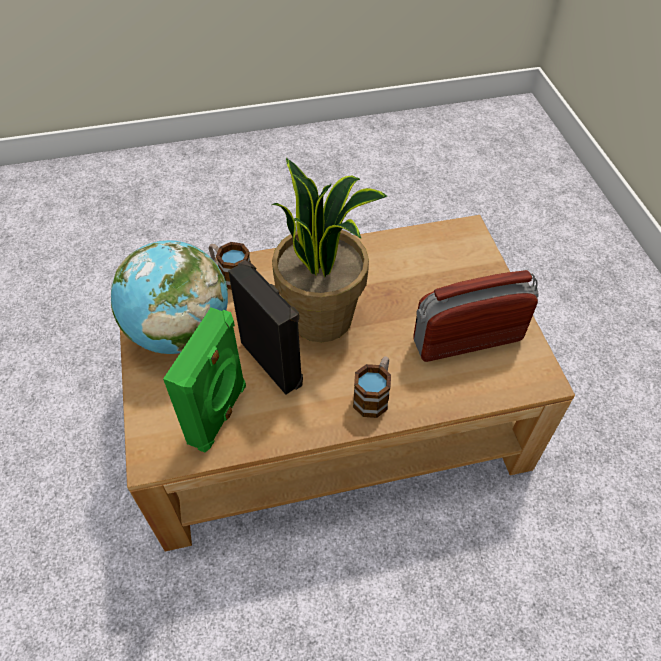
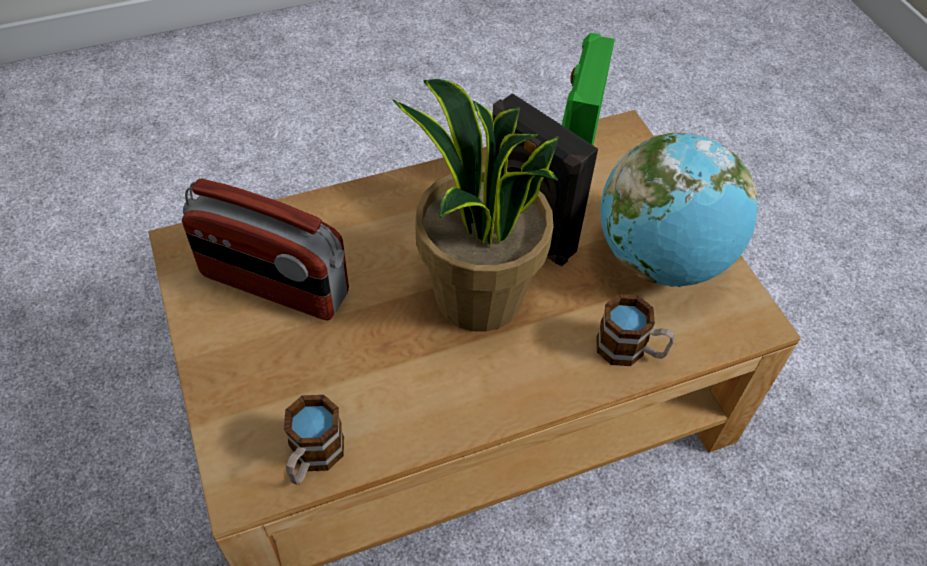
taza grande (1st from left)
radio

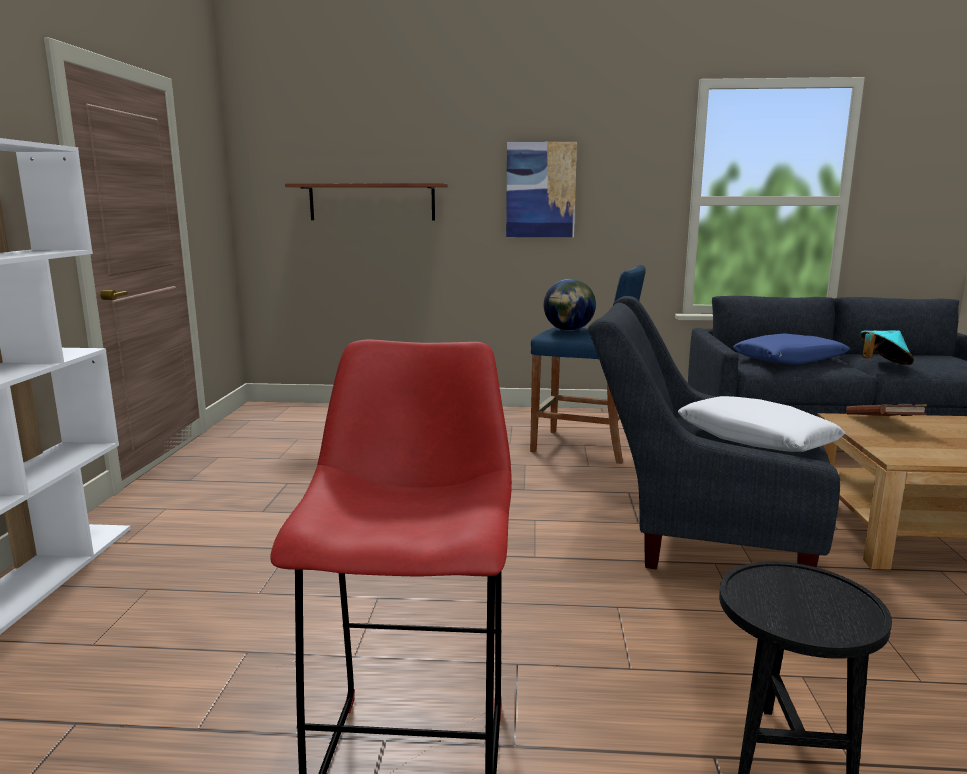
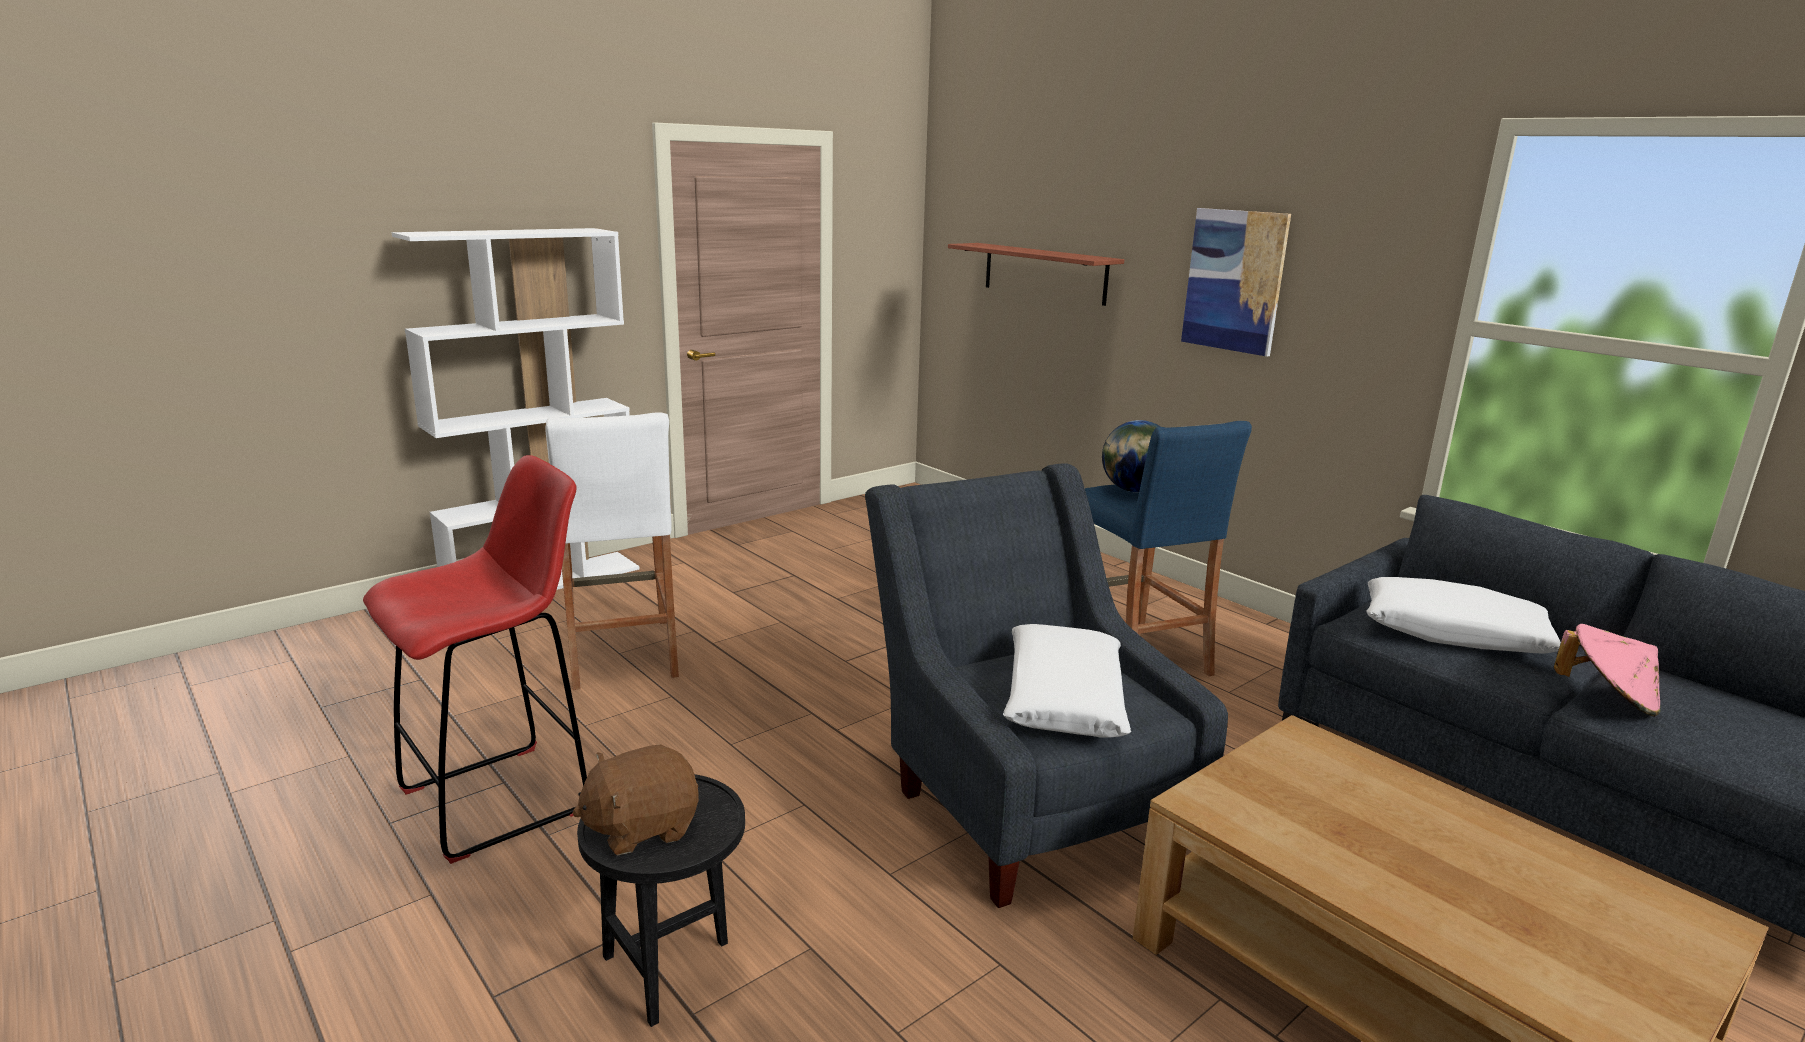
cojín/blanco (2nd from left)
libro/marrón
sombrero/rosa
taburete/blanco
peluche/marrón

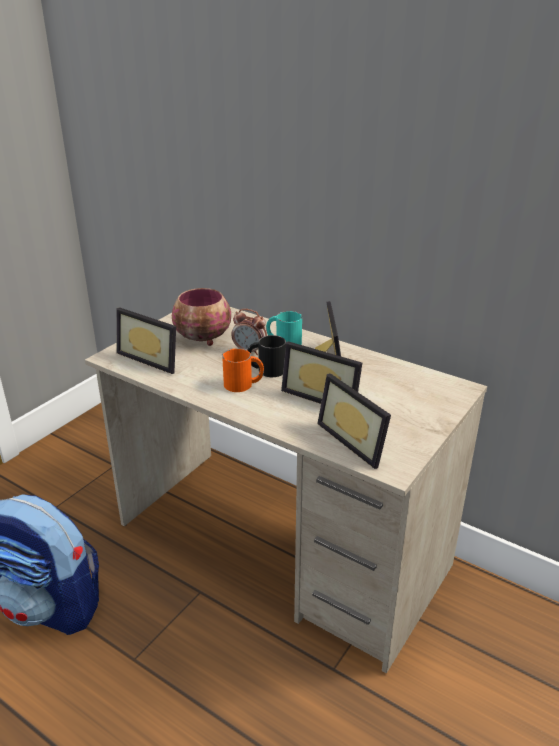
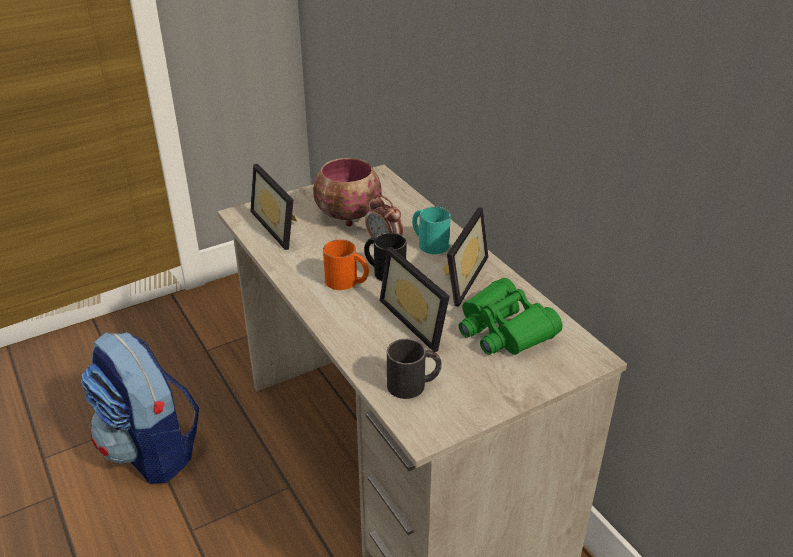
taza grande/negro (2nd from left)
prismáticos/verde

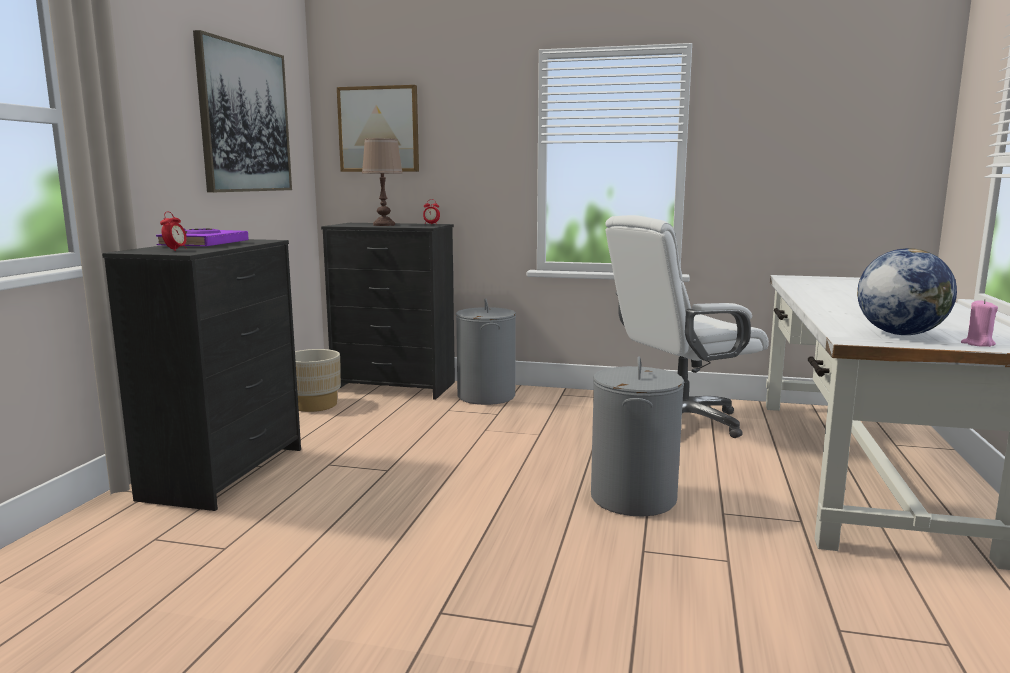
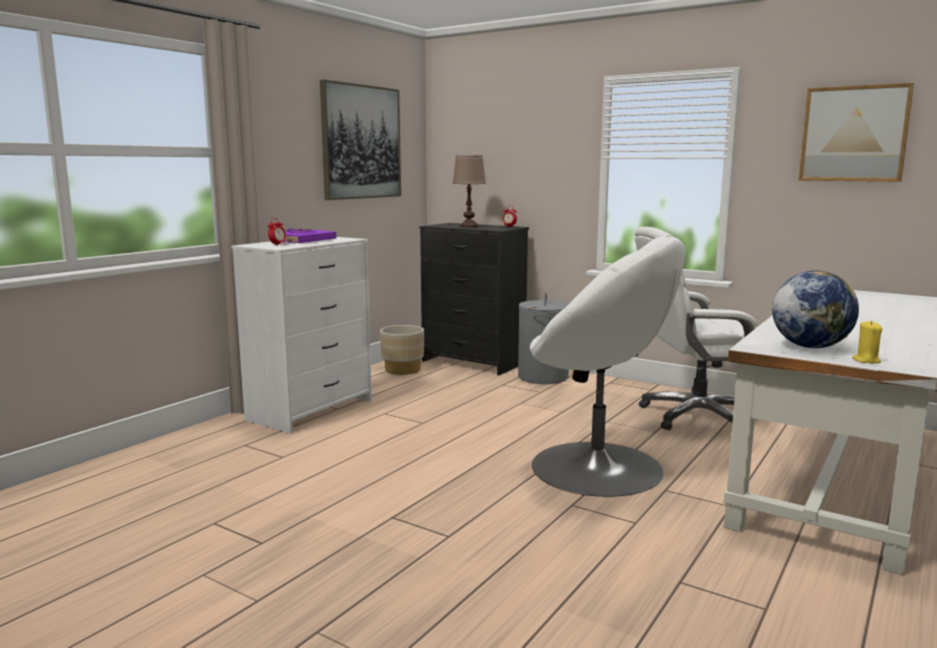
cómoda/blanco
cuadro (2nd from left)
sillón/blanco
vela/amarillo

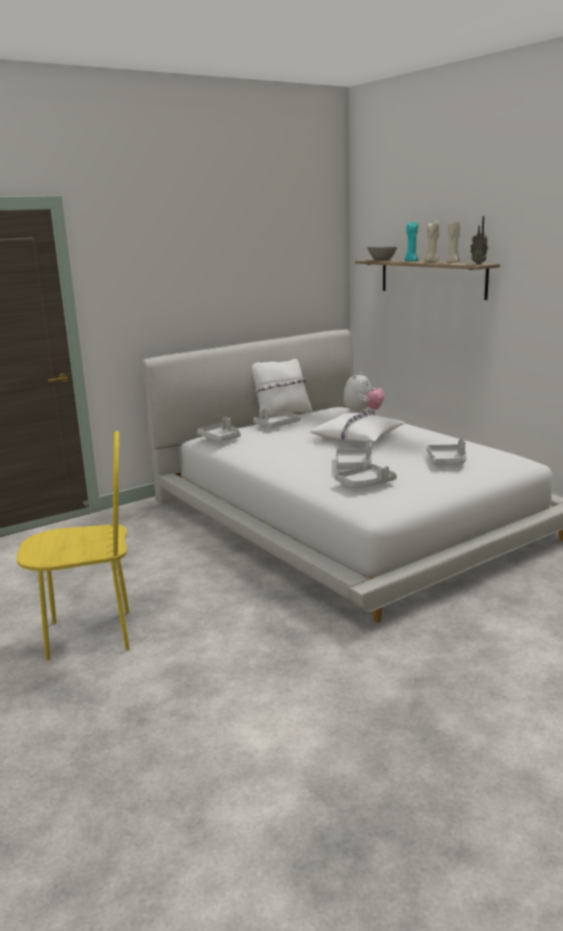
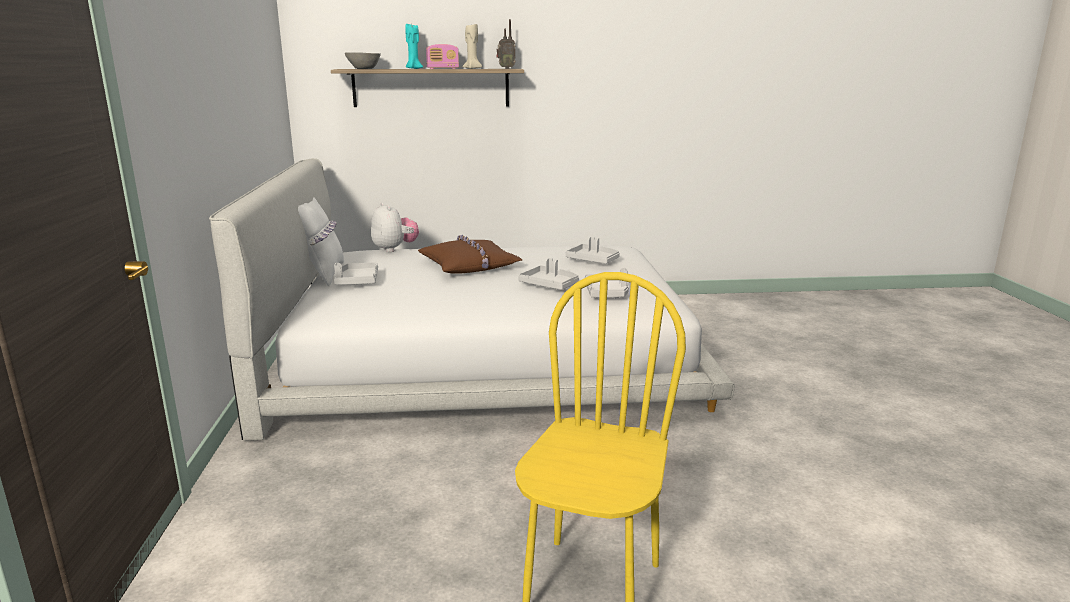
bandeja/gris (1st from left in the first image)
cojín/marrón
radio (1st from left)

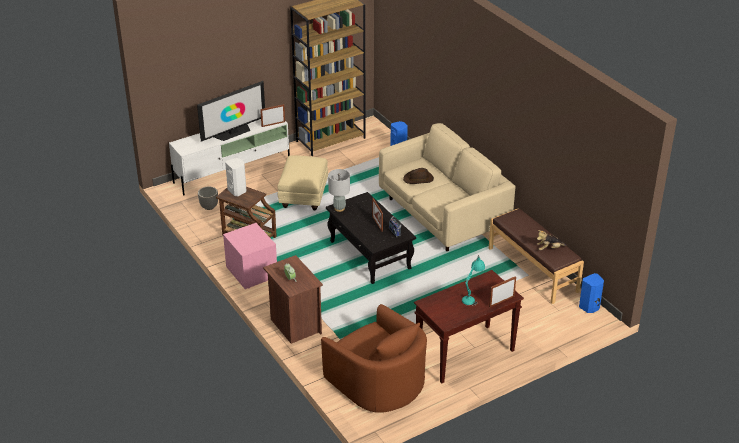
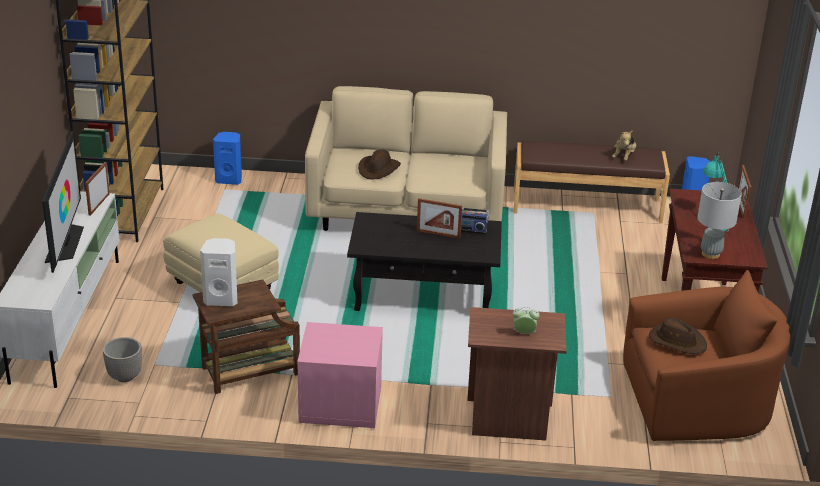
lámpara de mesa/gris
sombrero/marrón (2nd from left)

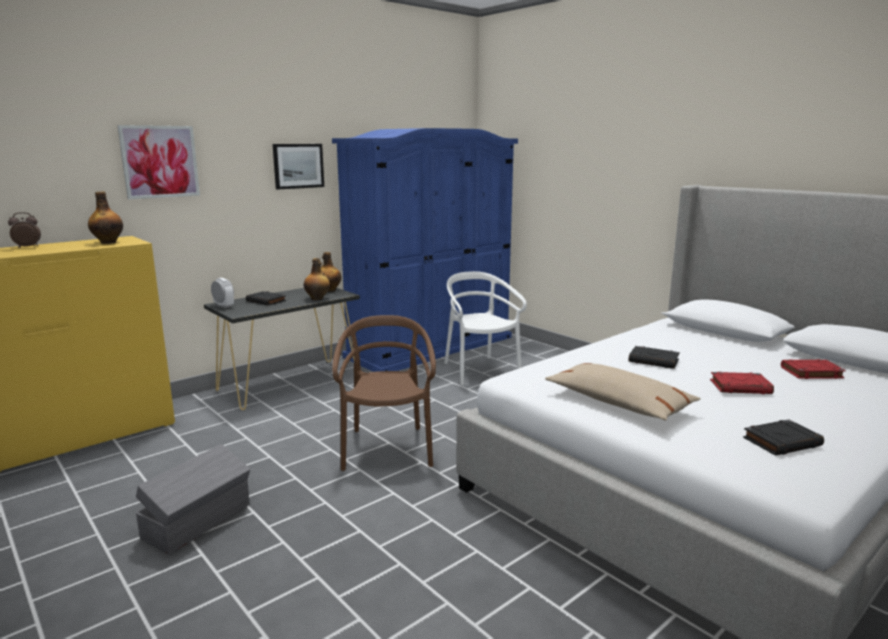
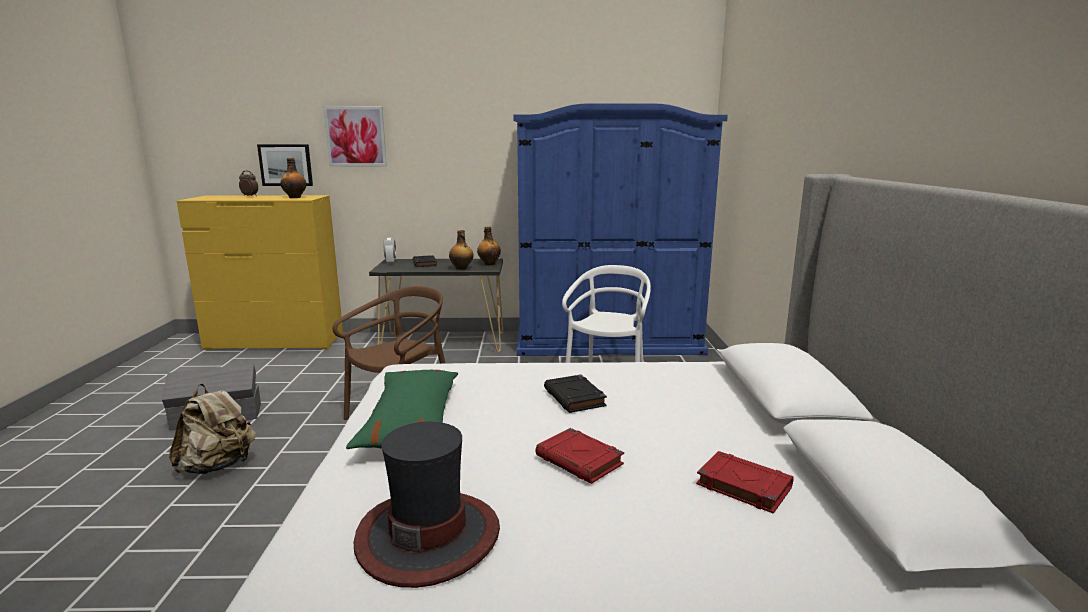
cuadro (1st from left)
cojín/verde
sombrero
mochila/beis

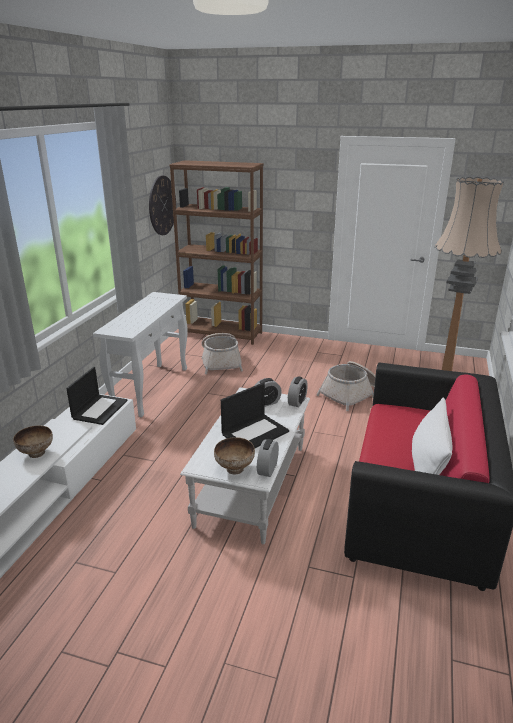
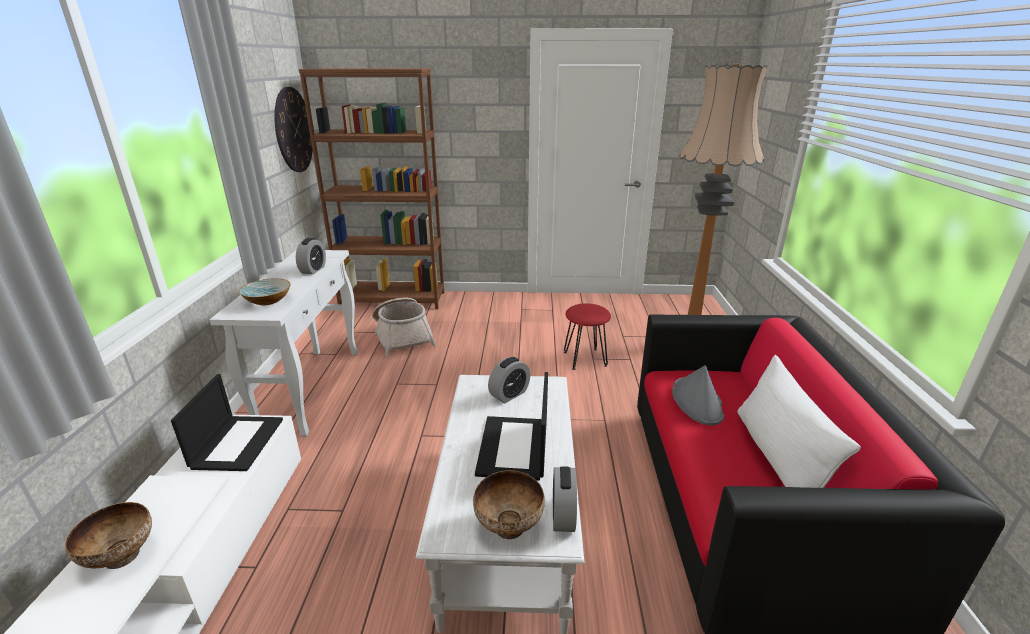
portátil (2nd from left)
despertador (1st from left)
taburete/rojo
cuenco (2nd from left)
sombrero/gris

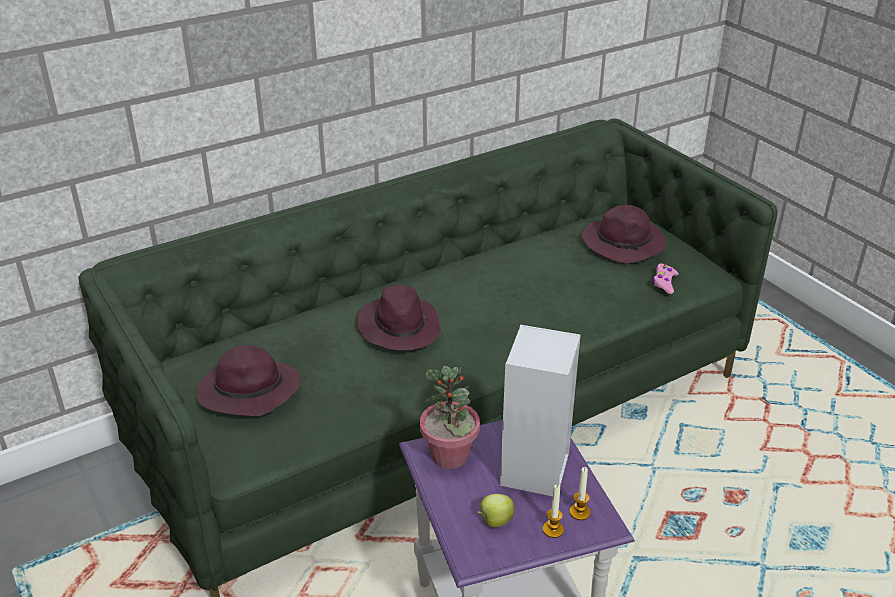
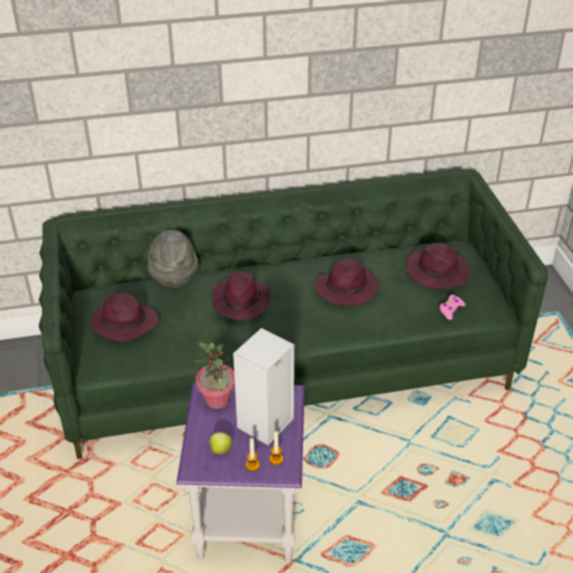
sombrero/gris
sombrero/morado (3rd from left)

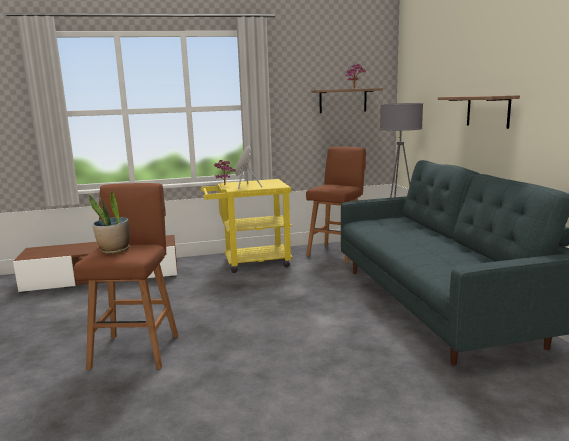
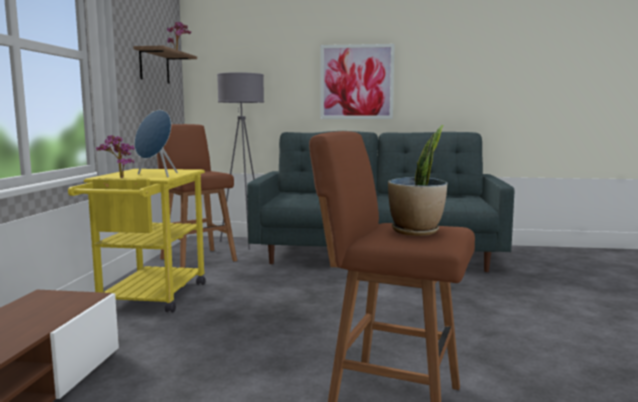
cuadro

